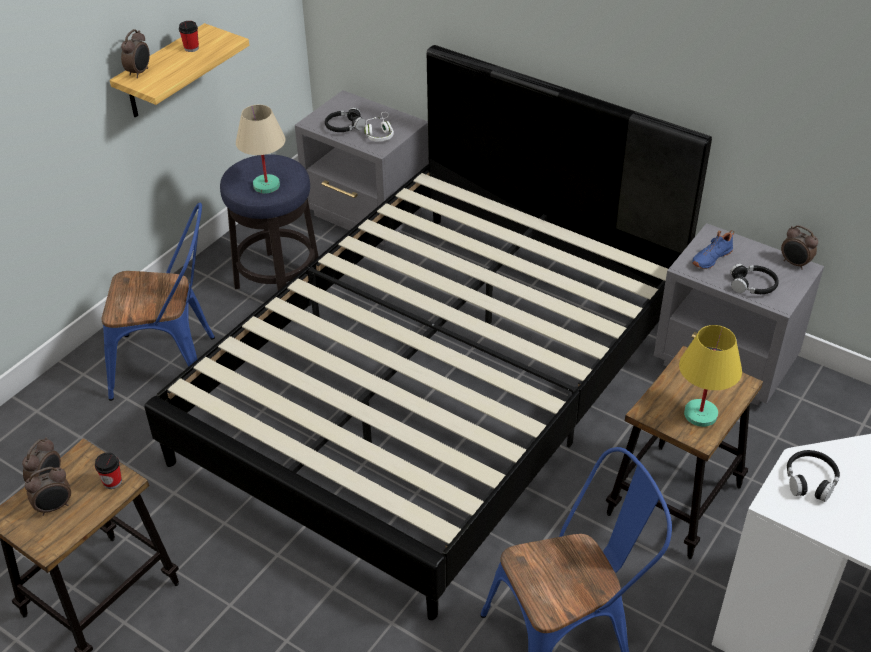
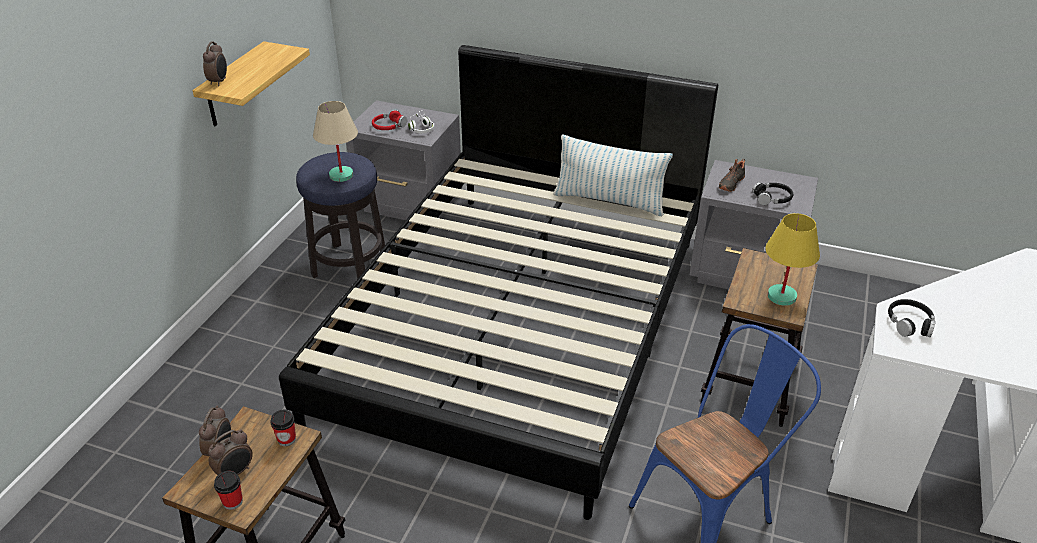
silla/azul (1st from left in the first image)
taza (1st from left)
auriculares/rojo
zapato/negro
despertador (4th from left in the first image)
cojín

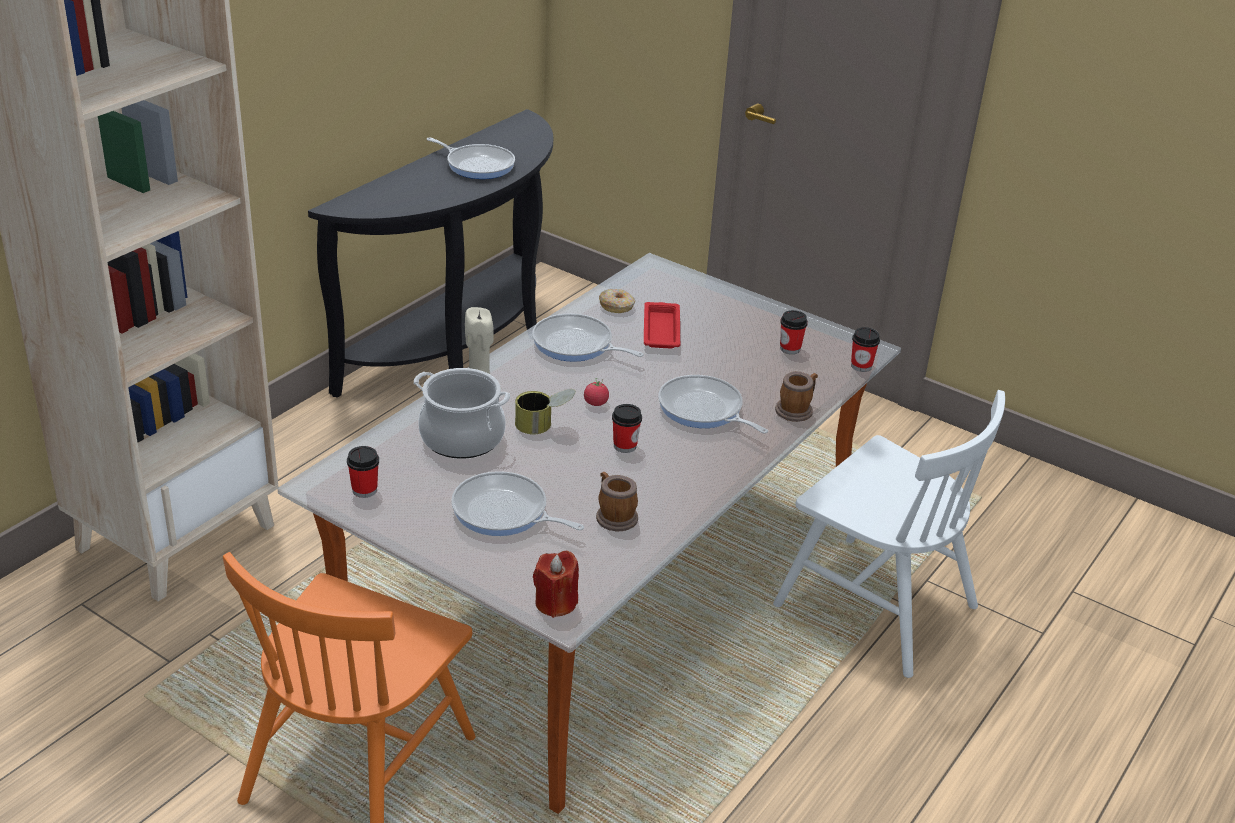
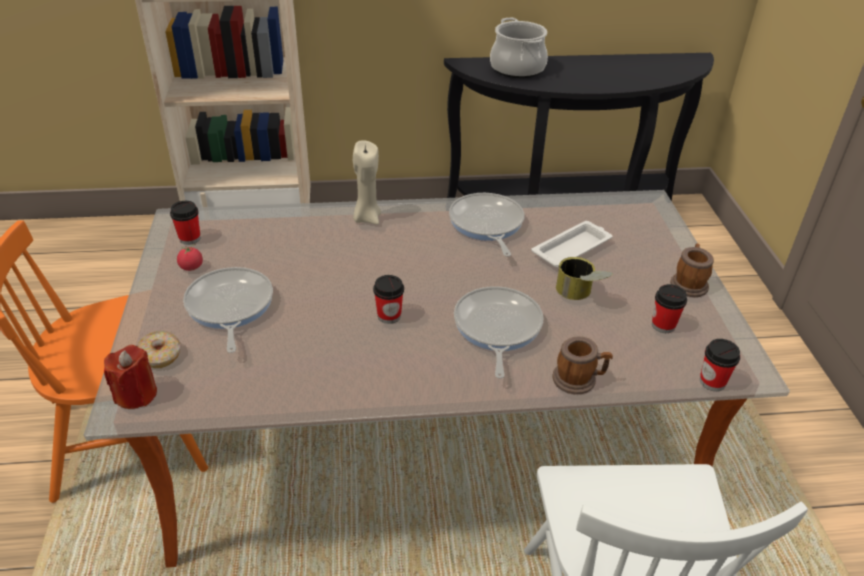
olla
sartén (1st from left in the first image)
lata
tomate
taza grande (2nd from left)
rosquilla
bandeja/blanco

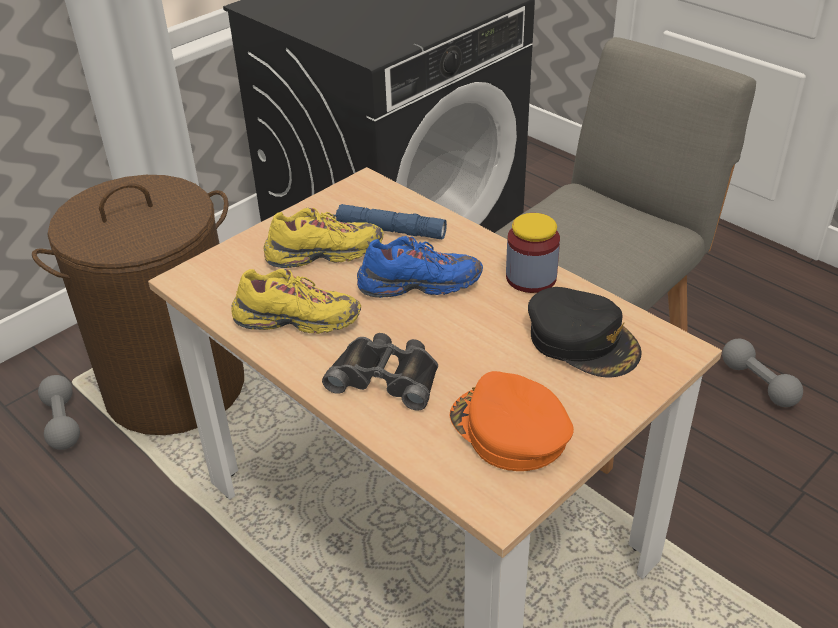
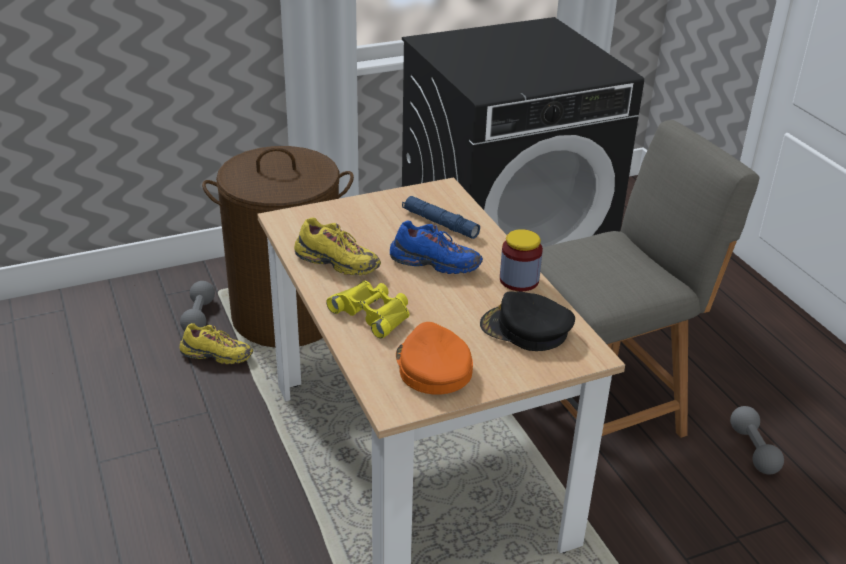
zapato/amarillo (1st from left)
prismáticos/amarillo
gorra/negro

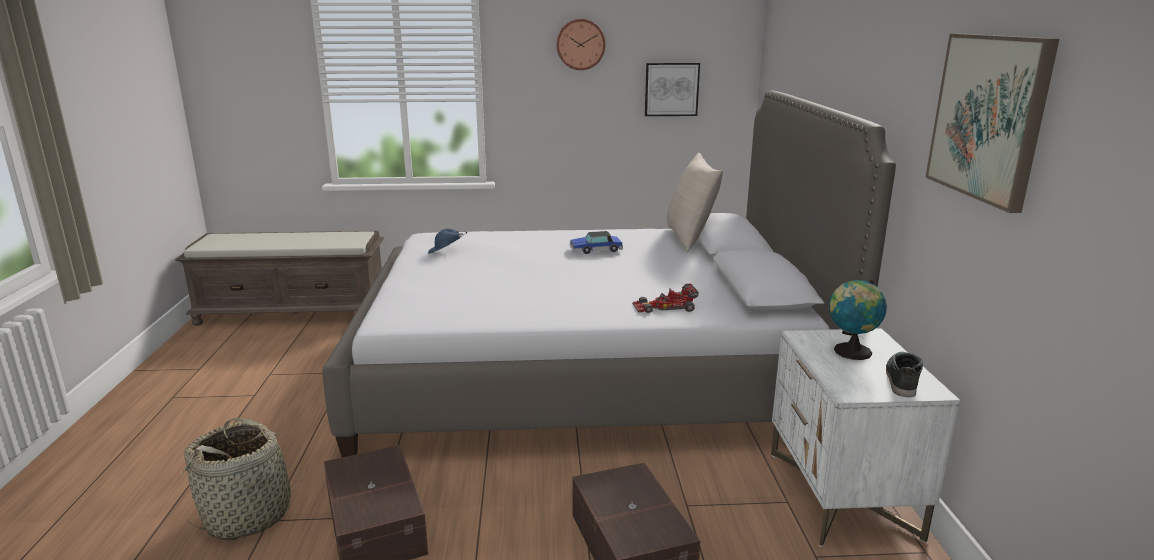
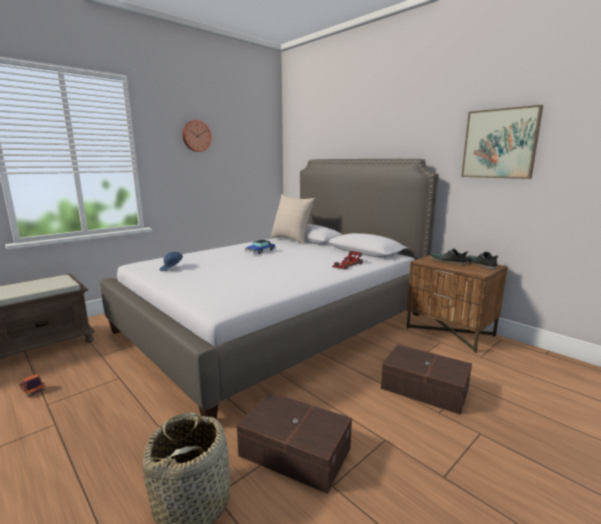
cuadro (1st from left in the first image)
mesita de noche/marrón
zapato (1st from left)
camión de juguete

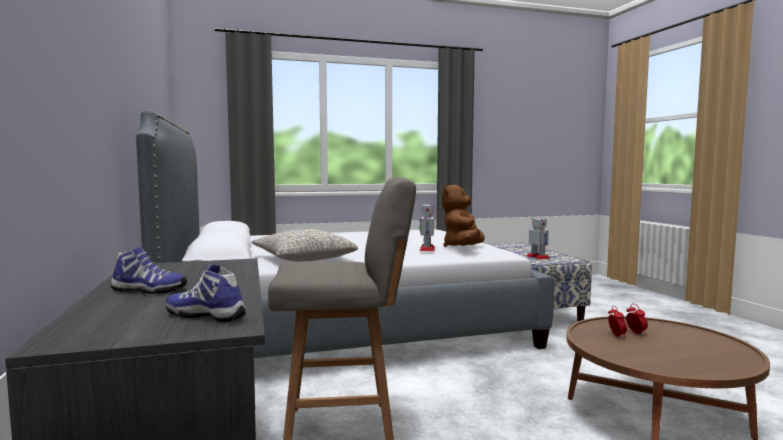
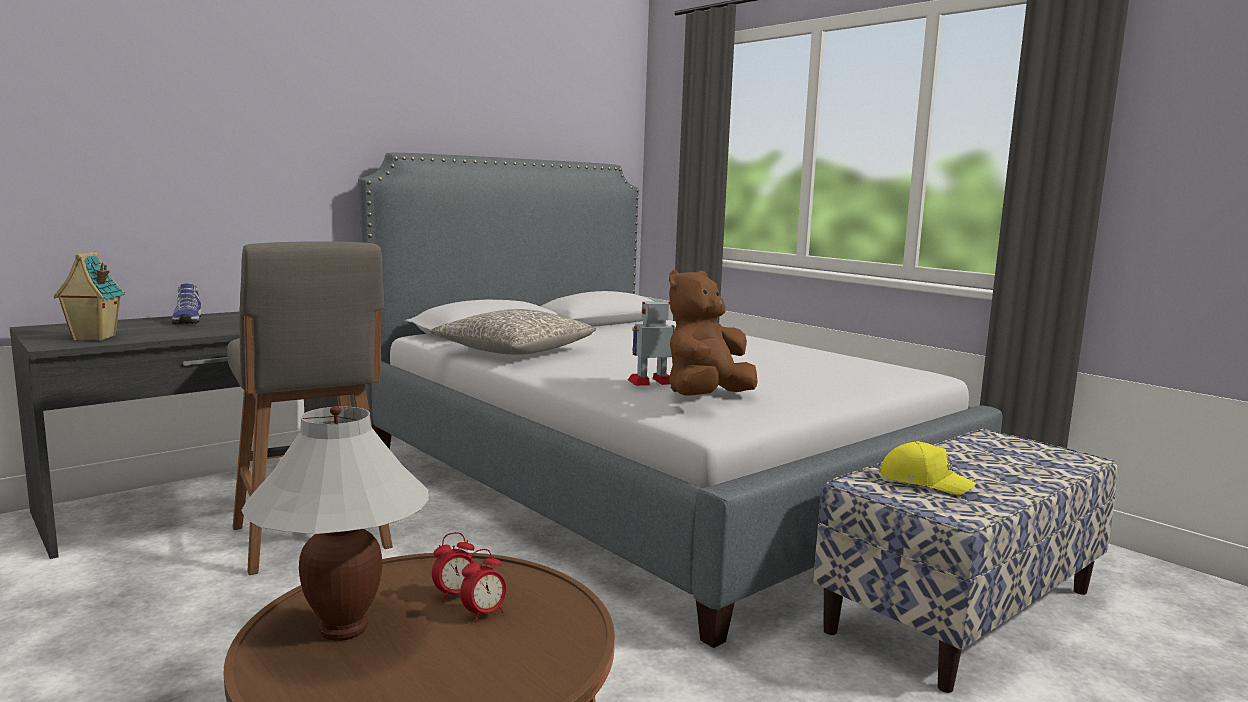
casita
peluche/marrón
gorra/amarillo
lámpara de mesa/blanco

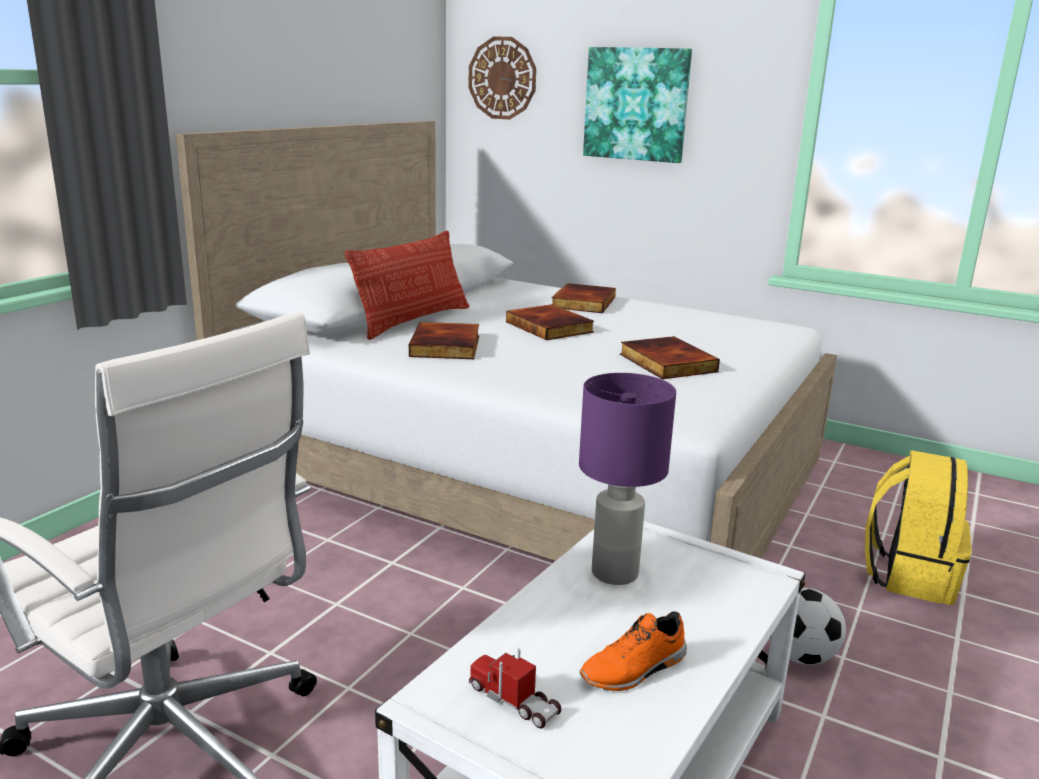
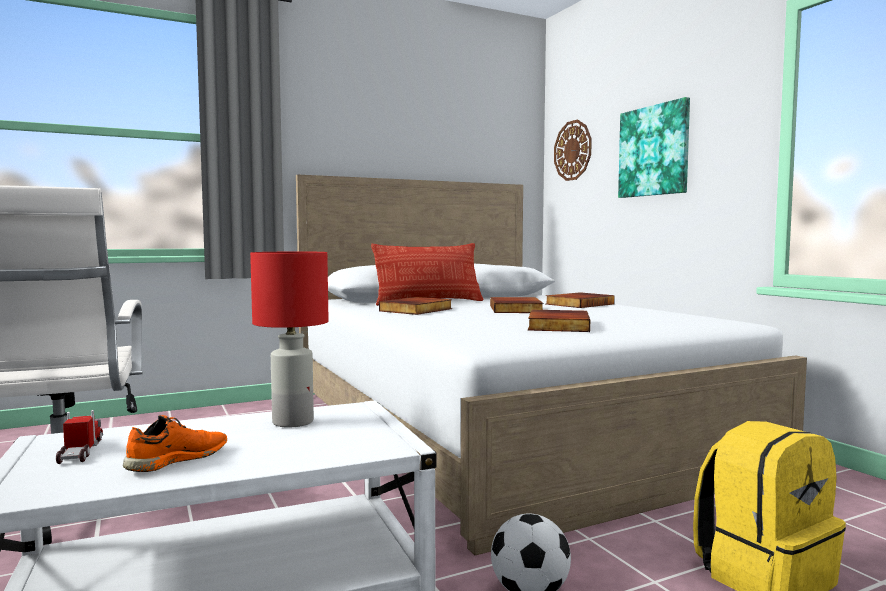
lámpara de mesa/rojo
zapato/naranja

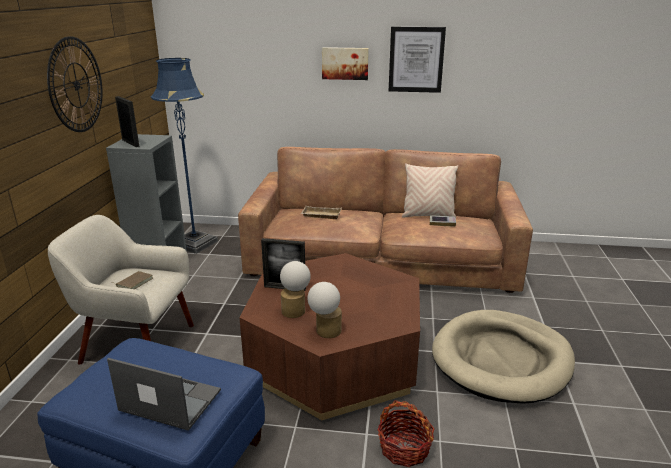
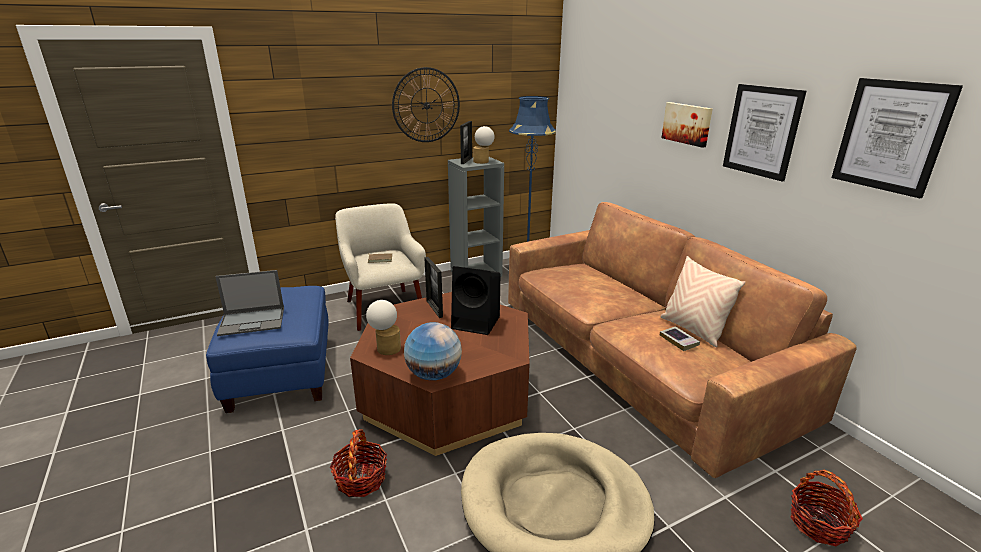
portátil
lámpara de mesa (2nd from left)
bandeja/beis
globo terráqueo
altavoz/negro
cesta (2nd from left)
cuadro (3rd from left)

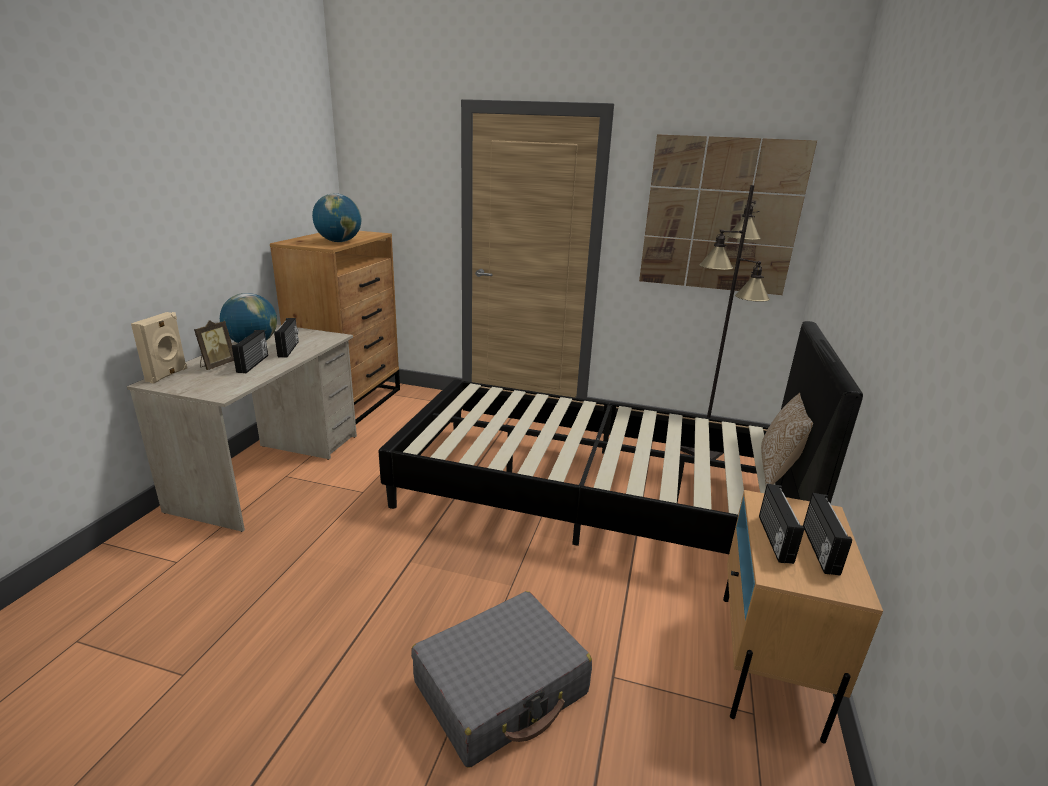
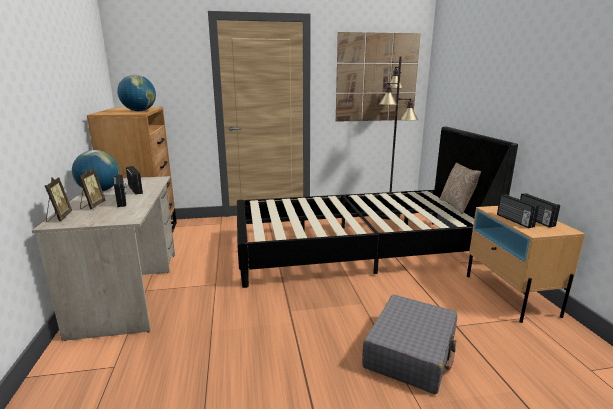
portarretratos (1st from left)

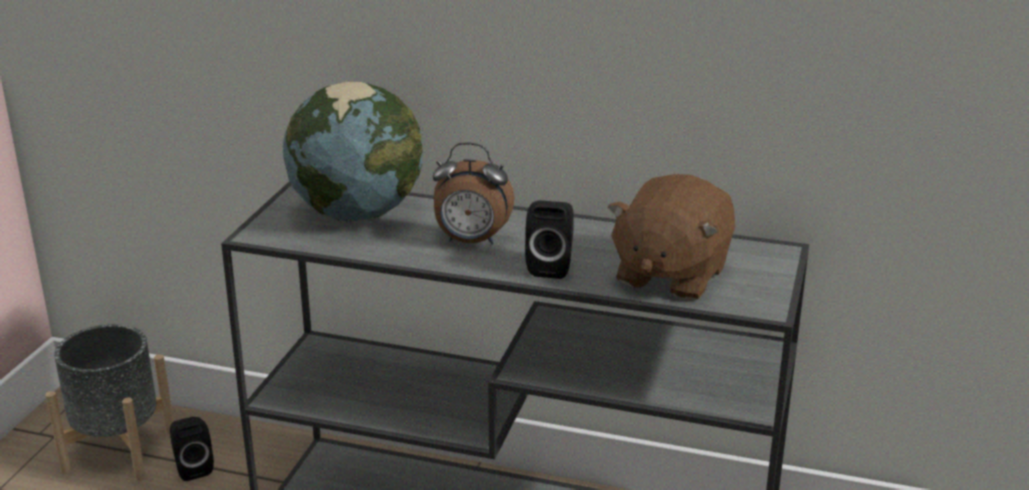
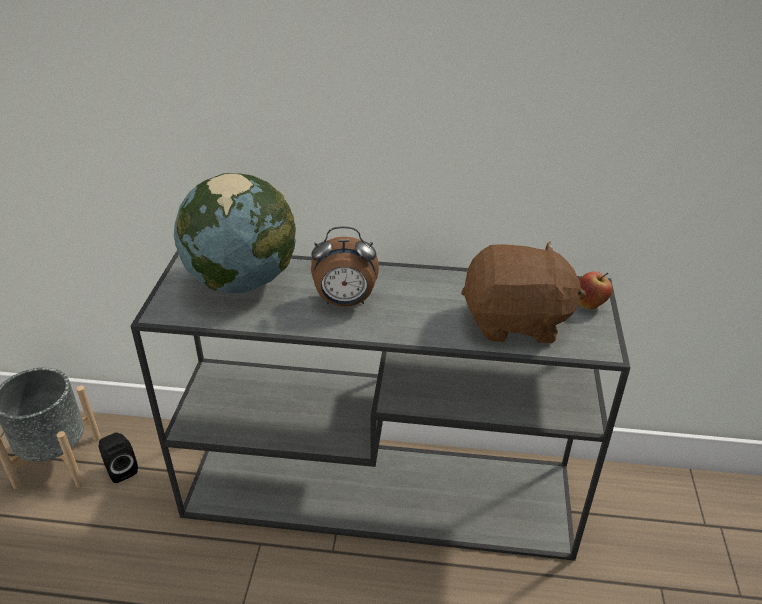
altavoz/negro (2nd from left in the first image)
peluche/marrón
manzana

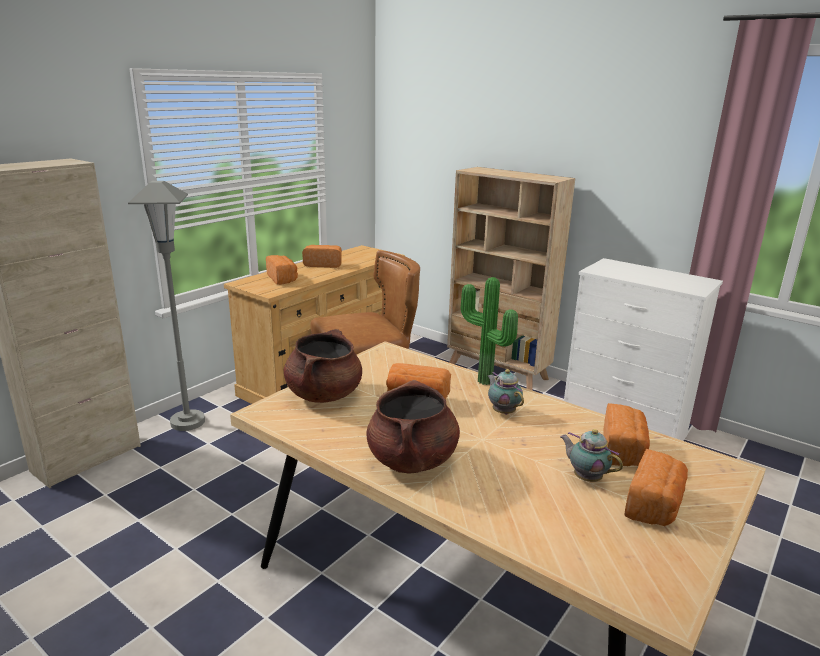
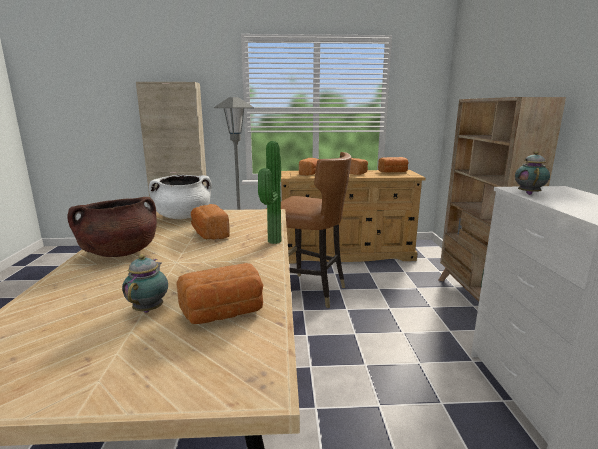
olla/blanco
tetera (2nd from left)
pan (5th from left)

